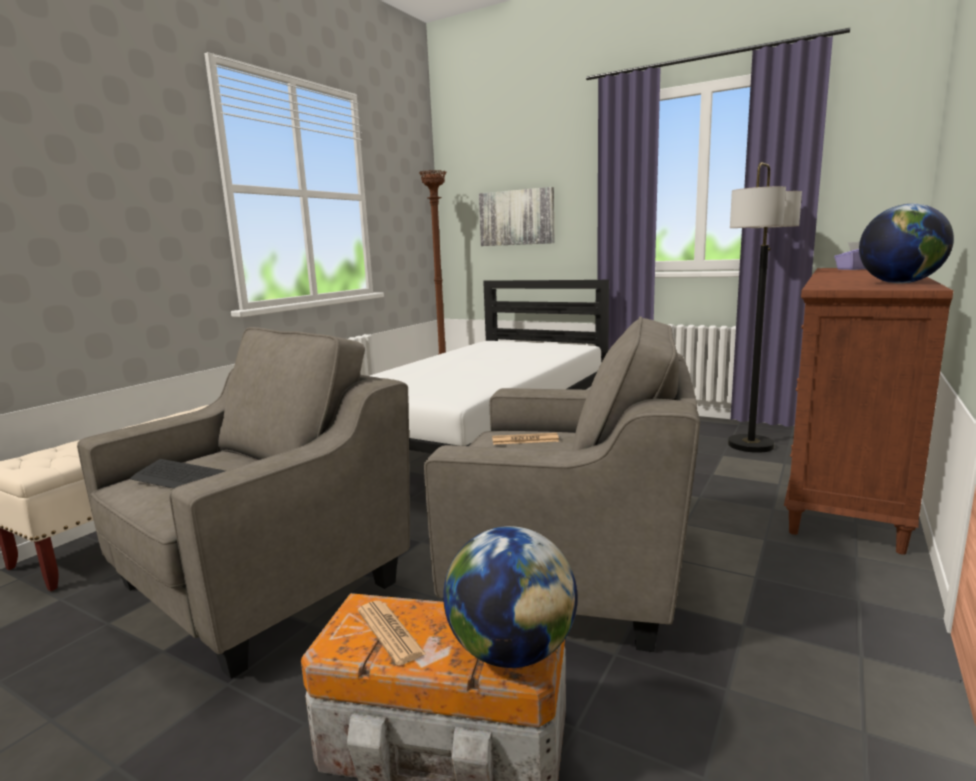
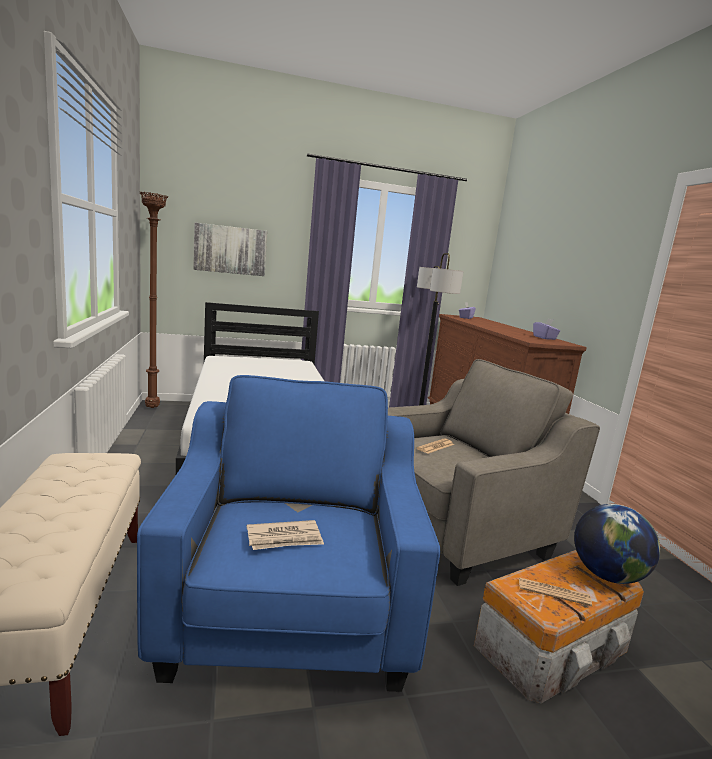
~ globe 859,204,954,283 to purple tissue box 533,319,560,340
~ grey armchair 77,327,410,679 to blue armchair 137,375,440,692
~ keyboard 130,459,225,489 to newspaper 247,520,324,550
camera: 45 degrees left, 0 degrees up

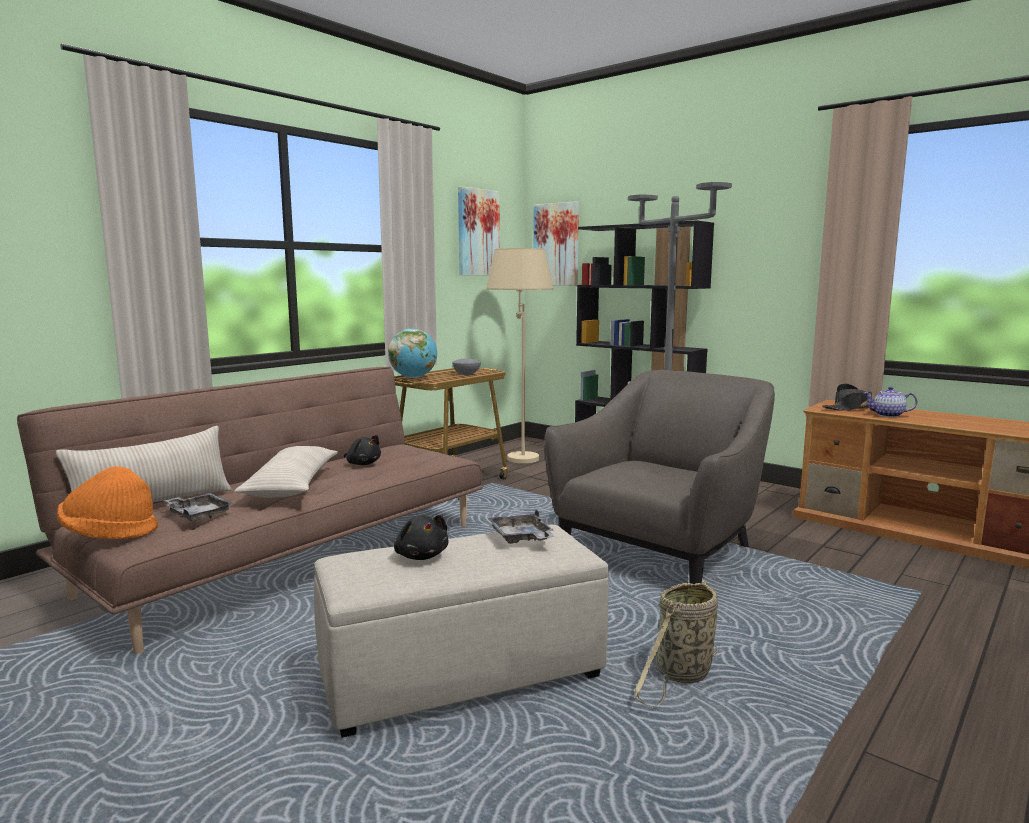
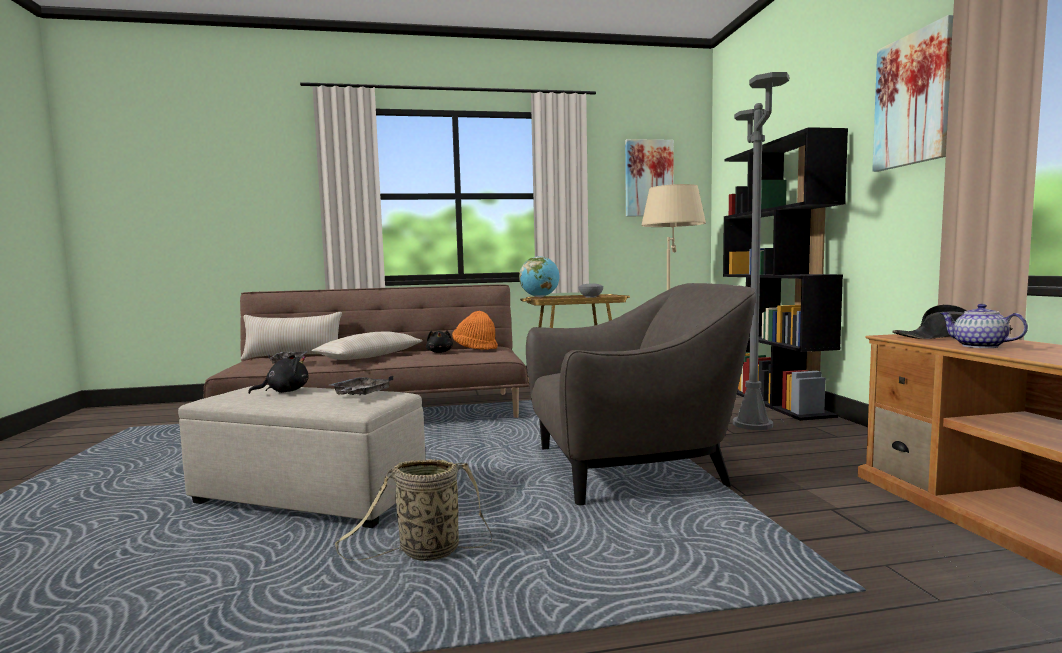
~ picture 533,201,579,286 to 872,15,953,172
~ orange hat 57,466,159,539 to 452,311,498,350
~ black plush toy 394,515,448,560 = 248,354,308,394 135 degrees counterclockwise
camera: 40 degrees right, 5 degrees down

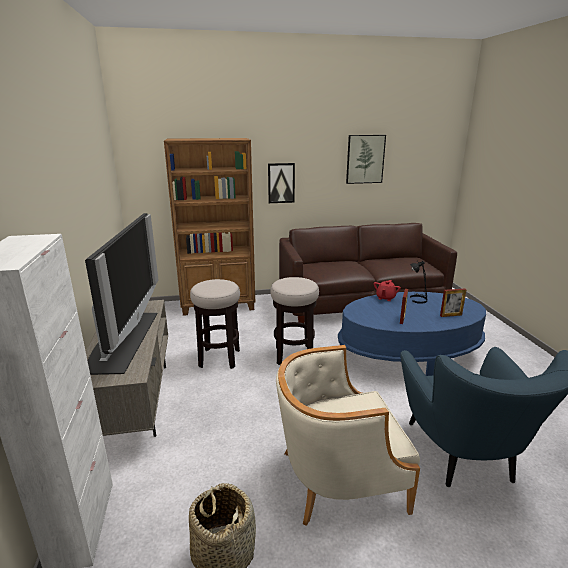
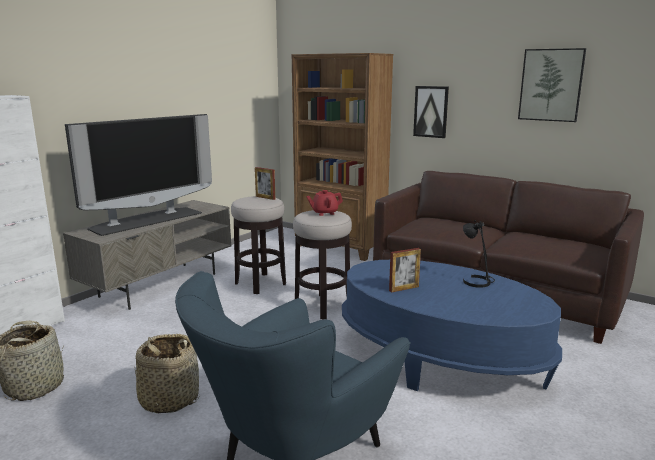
~ red teapot 374,280,401,301 to 306,190,343,216
~ picture frame 440,288,466,317 to 255,167,275,200
~ beige armchair 276,345,420,526 to basket 135,334,200,414
camera: 45 degrees right, 5 degrees down

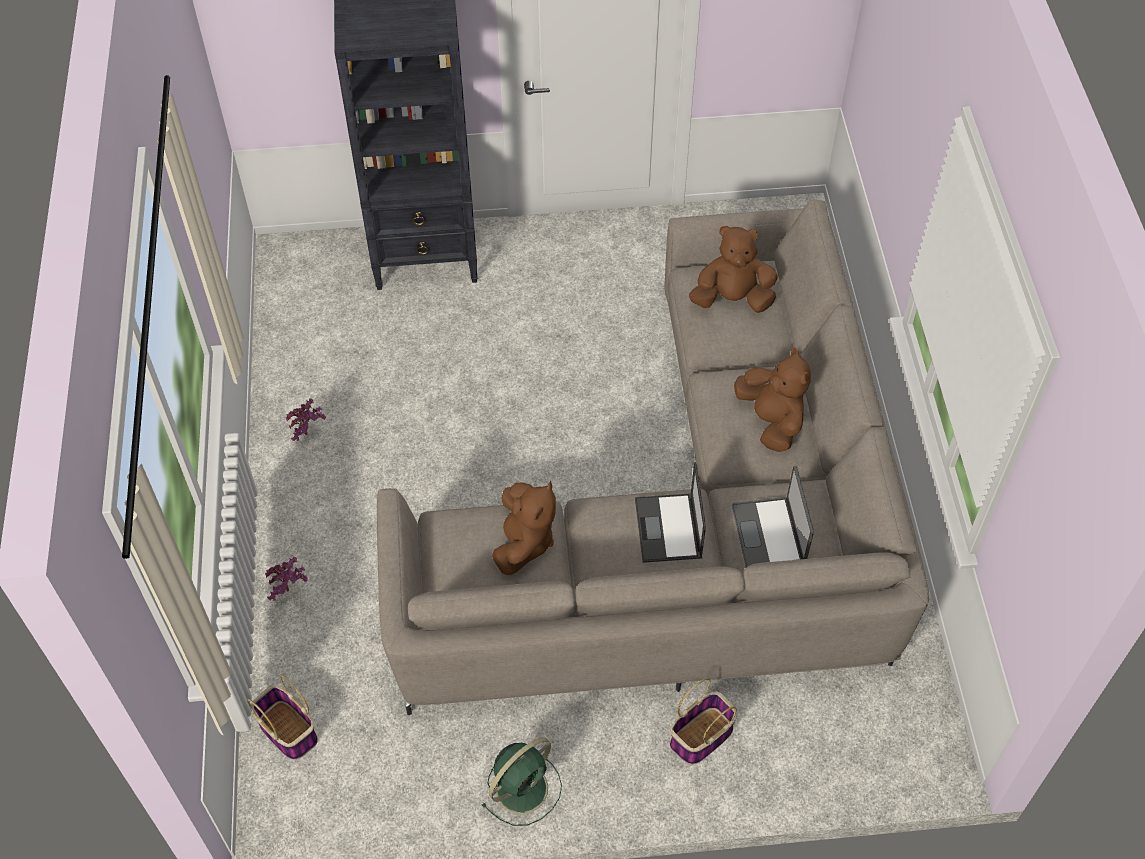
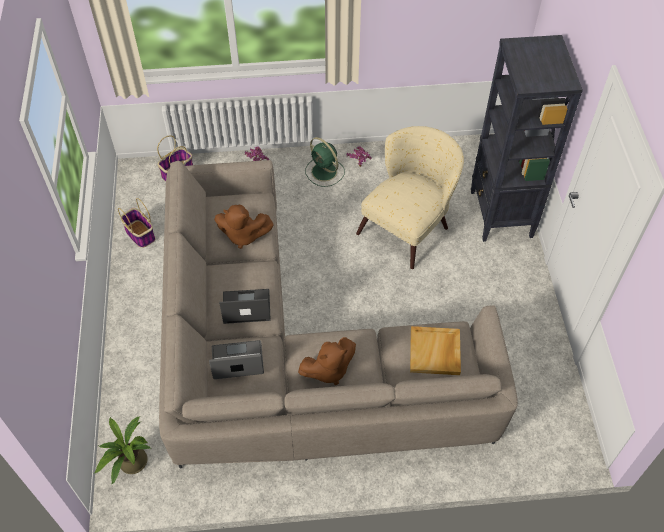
~ brown plush toy 689,225,778,313 to beige tray 410,326,461,375
~ basket 670,678,738,765 to 118,198,155,248
~ green fan 481,737,562,826 to 305,137,345,187
+ beige armchair 356,126,464,269
+ potted plant 95,416,151,485
camera: 90 degrees right, 0 degrees up

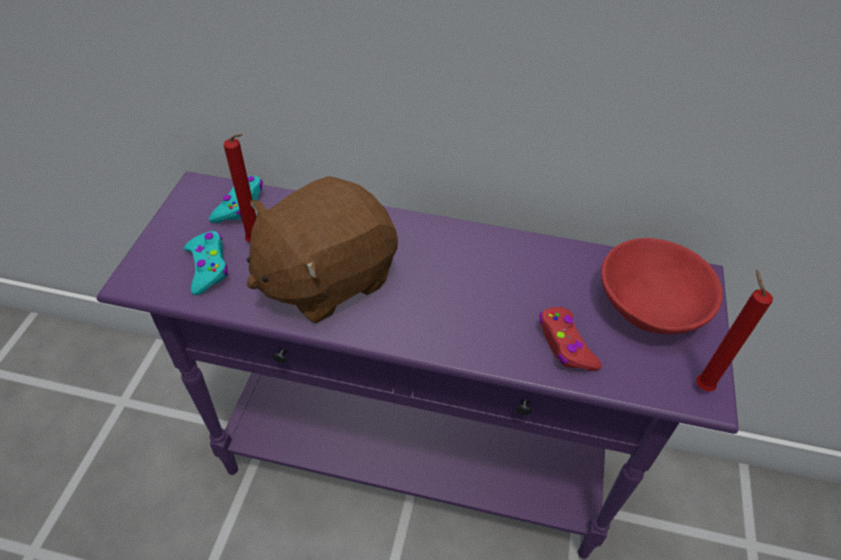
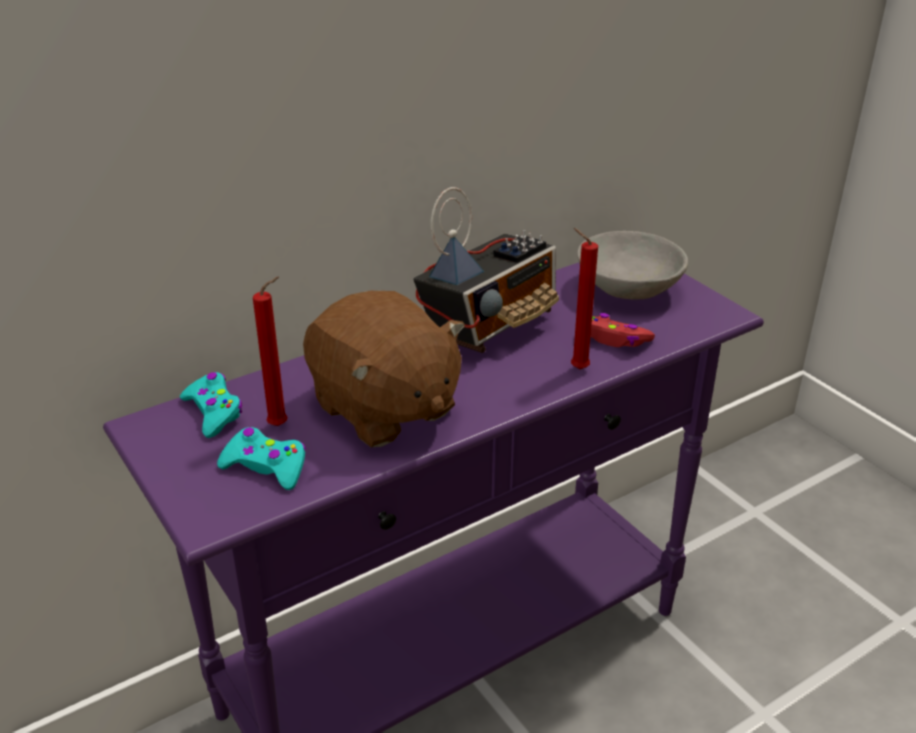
~ brown plush toy 247,176,398,323 = 303,291,465,447 45 degrees counterclockwise
~ red bowl 601,238,722,334 to grey bowl 577,231,688,300
~ red candle 696,270,773,392 to 571,228,598,369
+ radio 414,187,559,353
camera: 45 degrees left, 15 degrees down

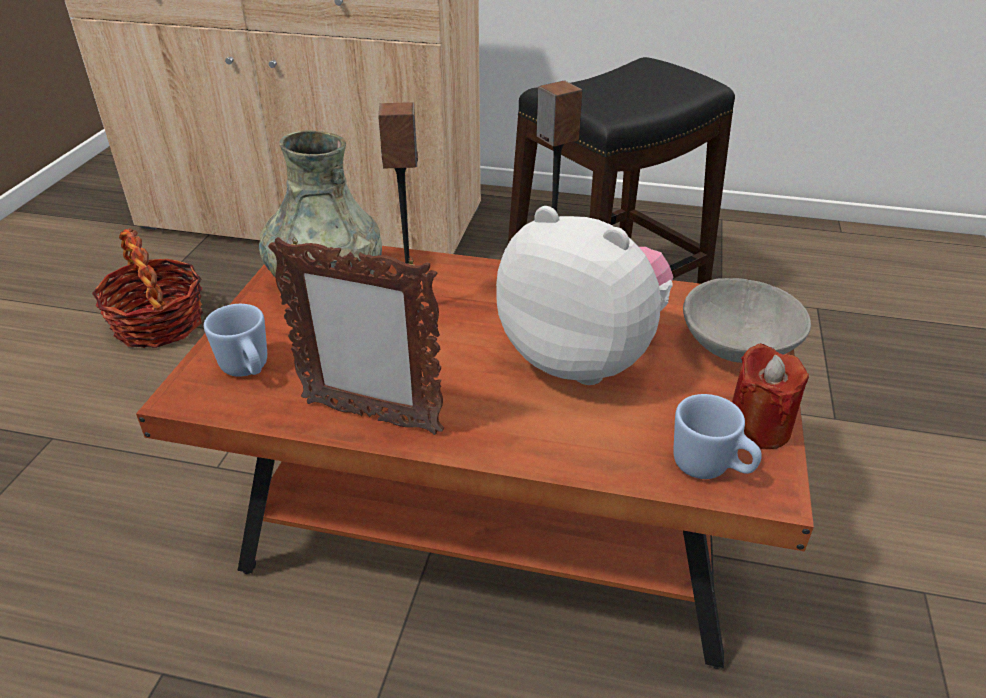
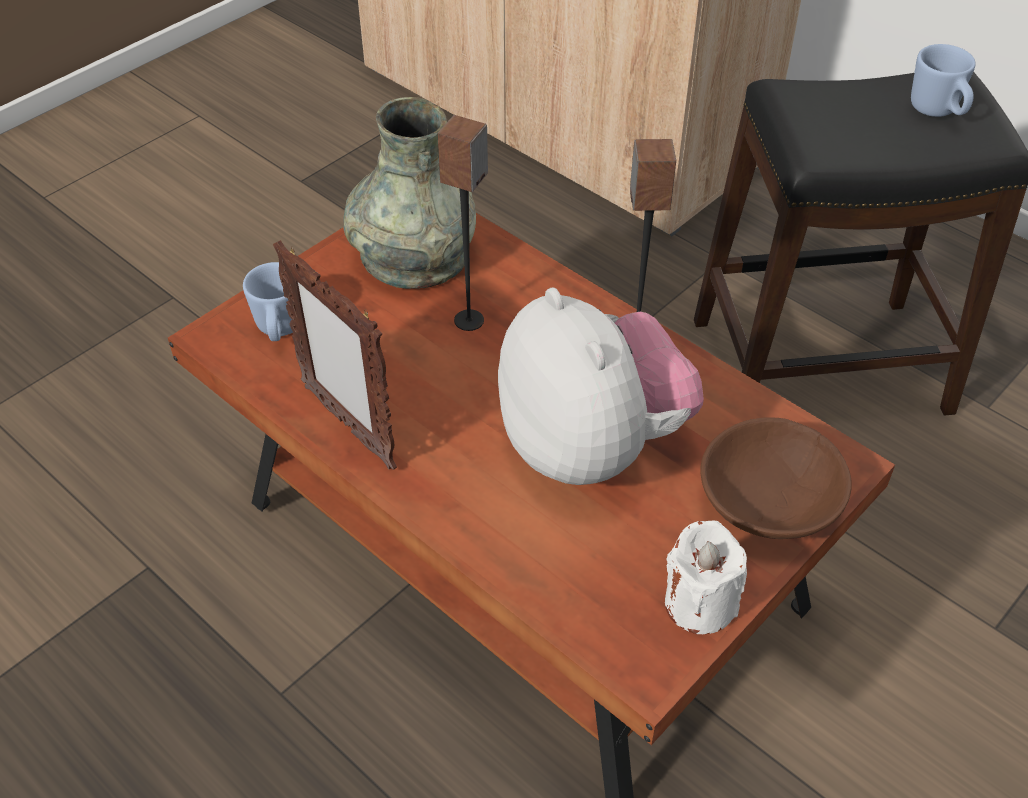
- basket 92,228,203,348
~ grey bowl 683,278,811,363 to brown bowl 701,417,852,539
~ red candle 732,343,809,449 to white candle 665,521,747,634
~ blue mug 673,394,762,479 to 911,44,976,117
camera: 30 degrees right, 10 degrees up

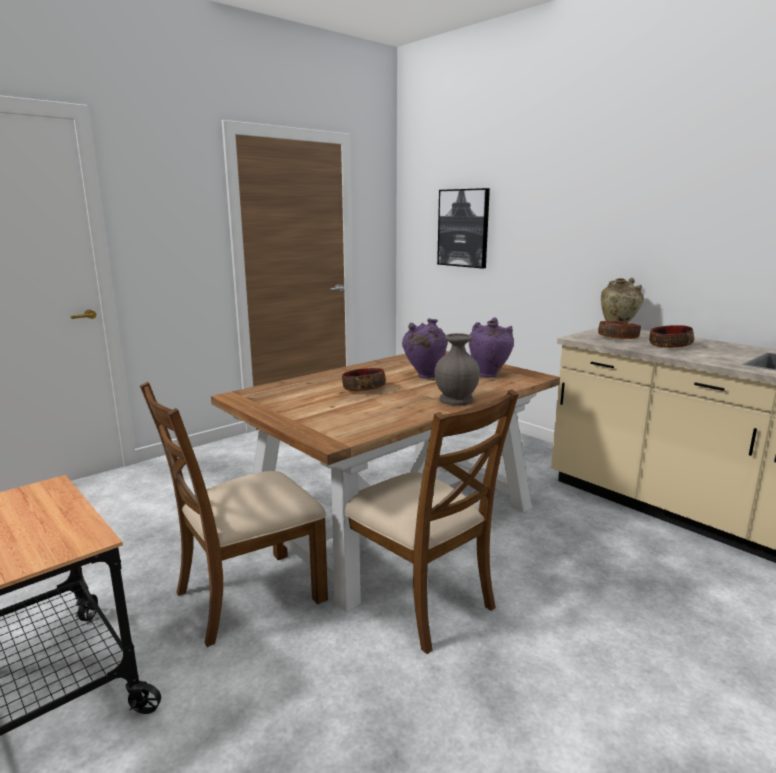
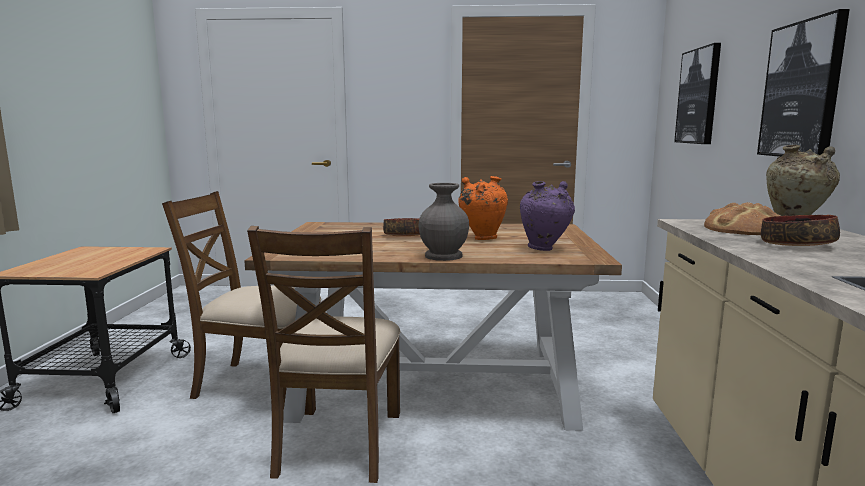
~ purple vase 402,319,448,379 to orange vase 458,176,508,240
~ bowl 598,321,641,339 to bread 704,202,780,235
+ picture 757,9,850,157
camera: 45 degrees right, 5 degrees down

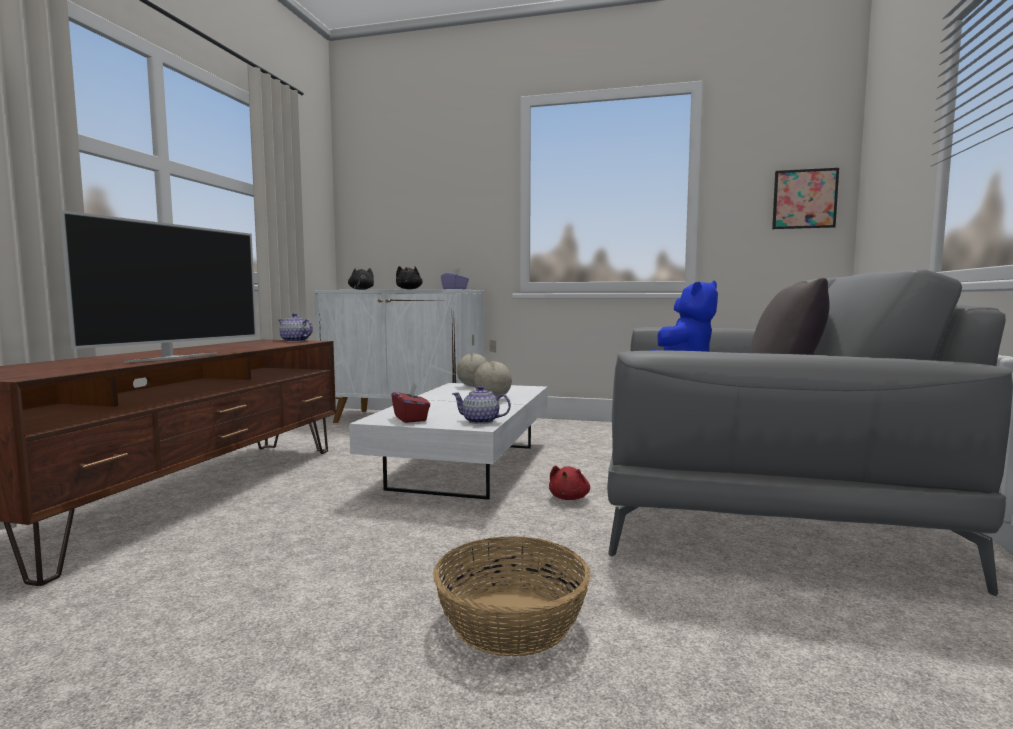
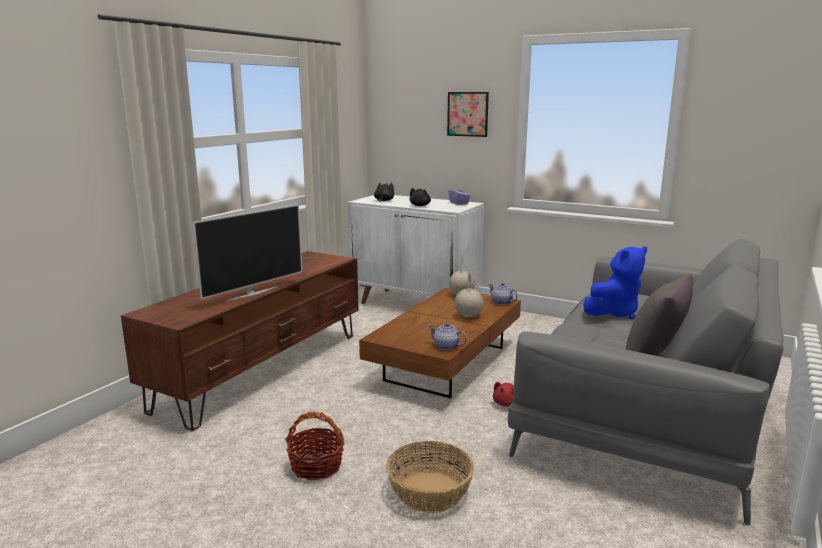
~ picture 772,168,839,229 to 447,92,489,137
~ teapot 278,313,313,342 to 488,283,518,305
~ white coffee table 349,383,548,500 to brown coffee table 359,288,521,398
- red tissue box 392,383,430,423
+ basket 285,412,344,480
camera: 15 degrees right, 10 degrees up

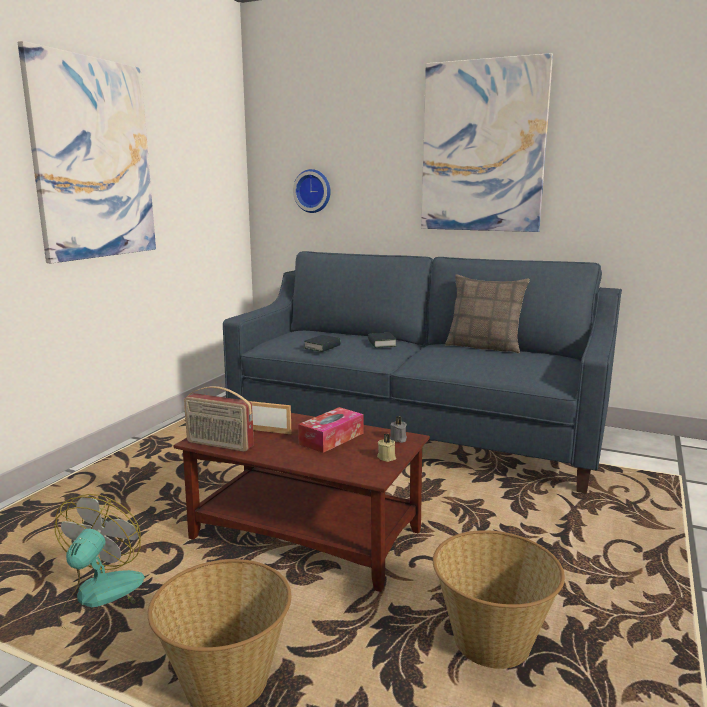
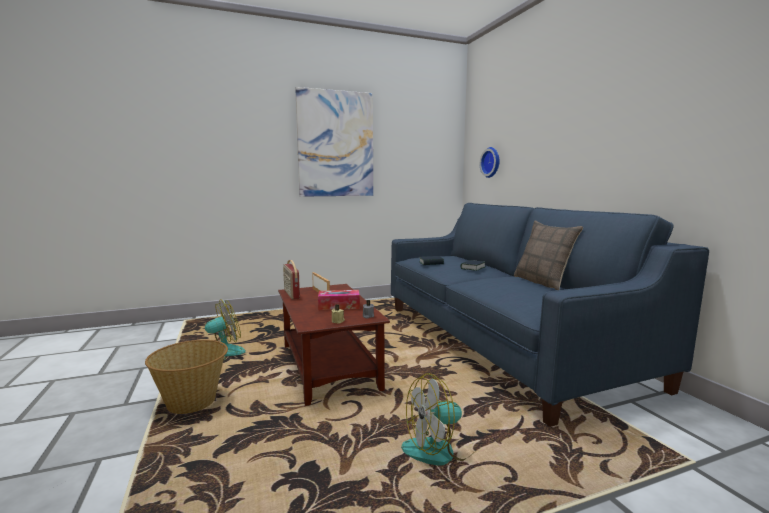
- picture 421,53,553,232
- basket 433,530,565,669
+ fan 401,373,476,466
camera: 45 degrees right, 5 degrees down

